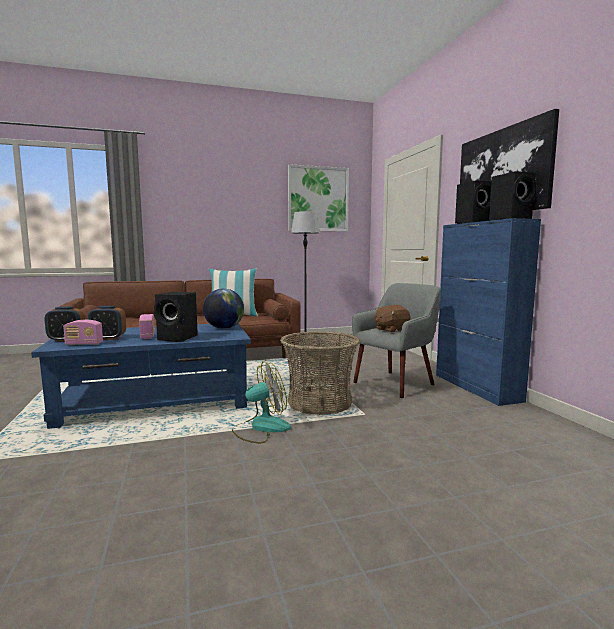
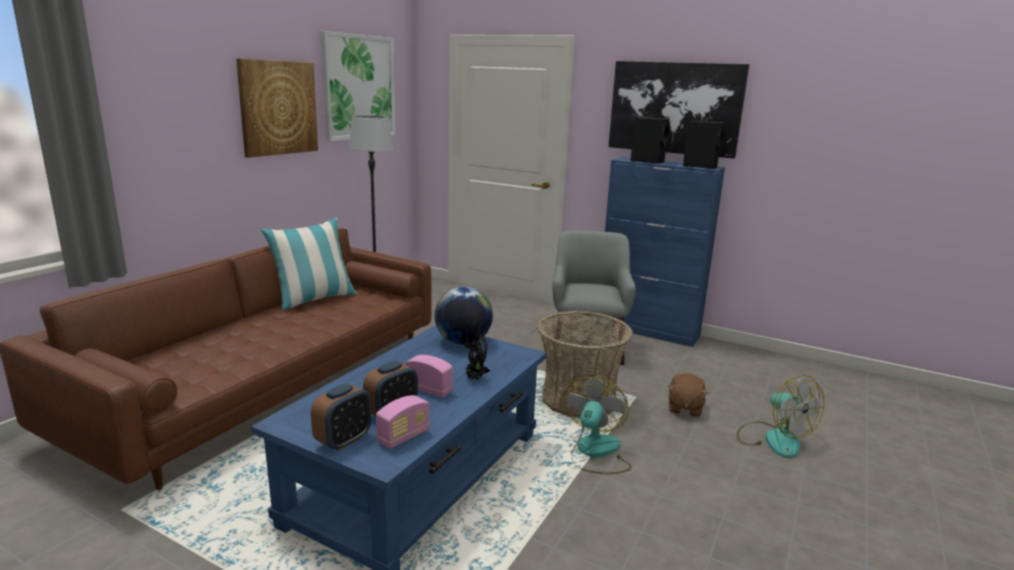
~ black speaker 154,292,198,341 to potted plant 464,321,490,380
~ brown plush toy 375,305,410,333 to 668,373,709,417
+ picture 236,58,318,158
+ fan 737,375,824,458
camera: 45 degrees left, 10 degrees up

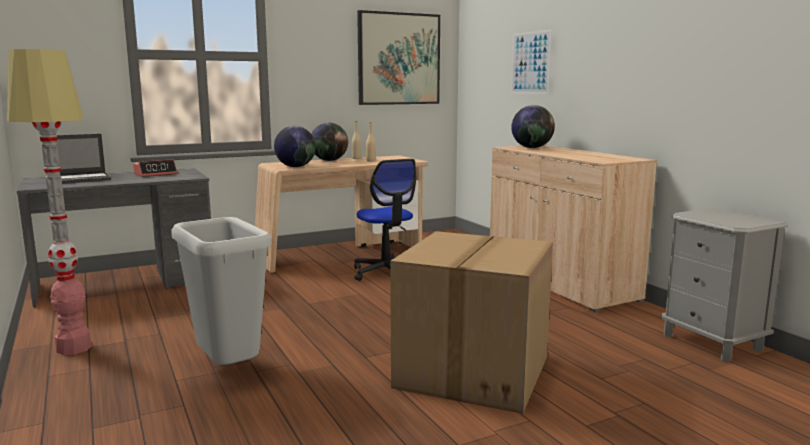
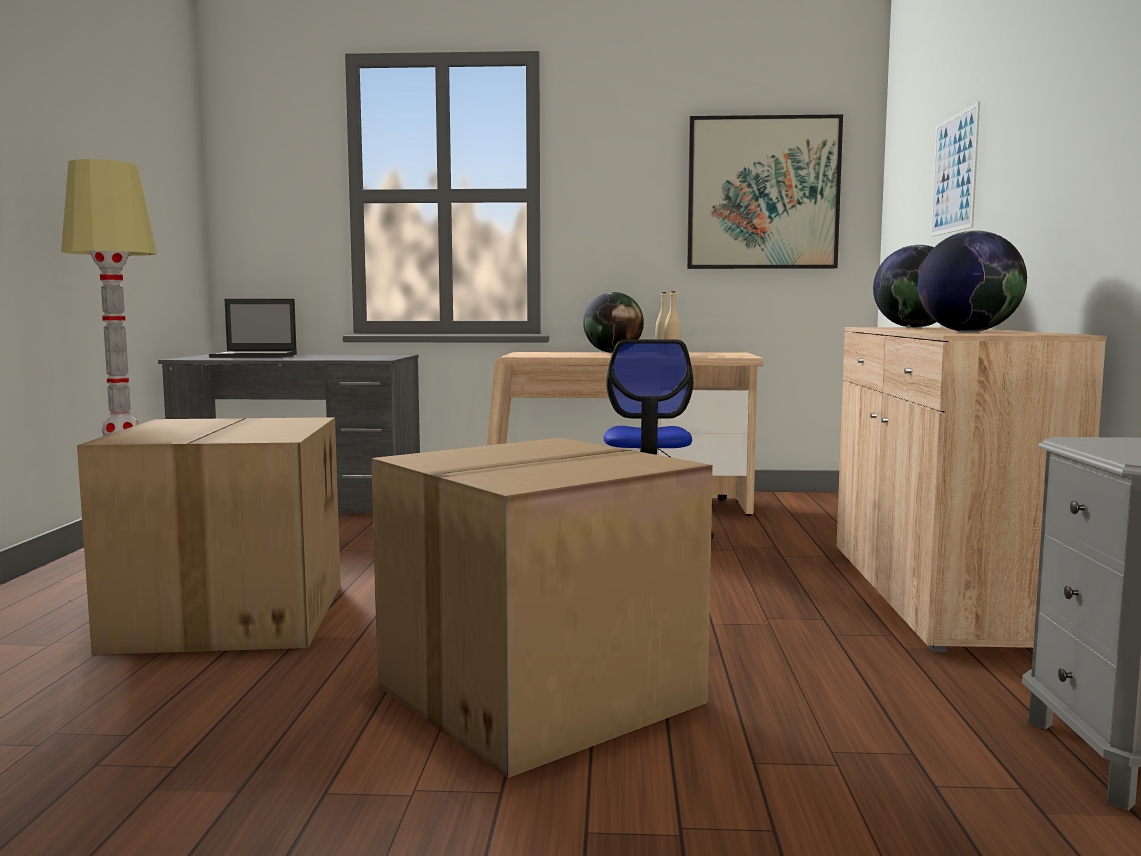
~ globe 274,126,316,167 to 918,231,1027,332
- alarm clock 133,159,177,177
~ grey trash can 172,217,272,365 to cardboard box 77,417,341,655
camera: 30 degrees right, 5 degrees down

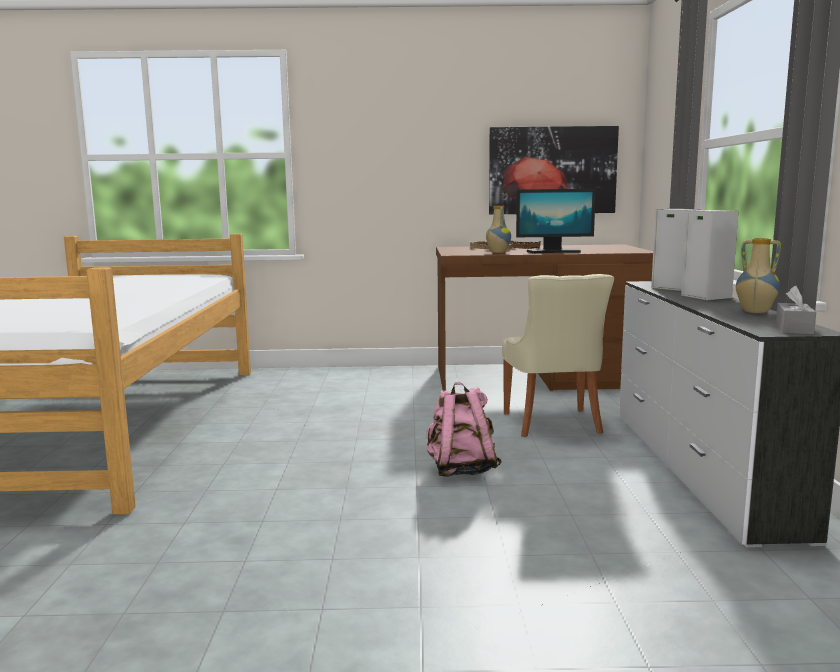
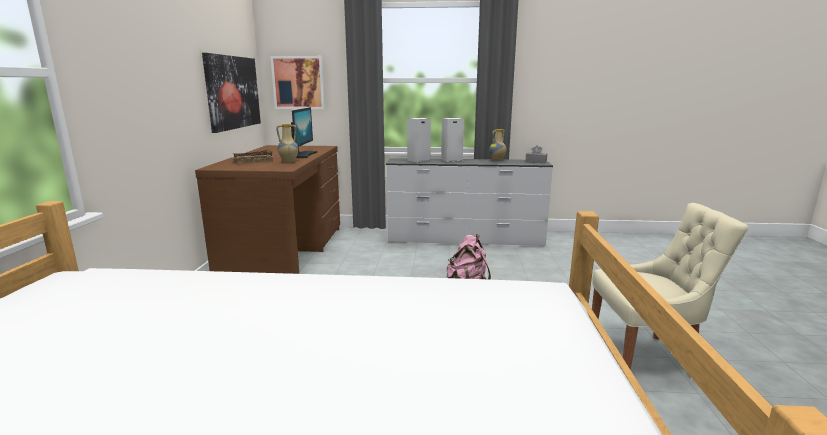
~ beige chair 502,274,614,437 to 592,203,749,381
+ picture 270,56,325,109
camera: 85 degrees left, 5 degrees up

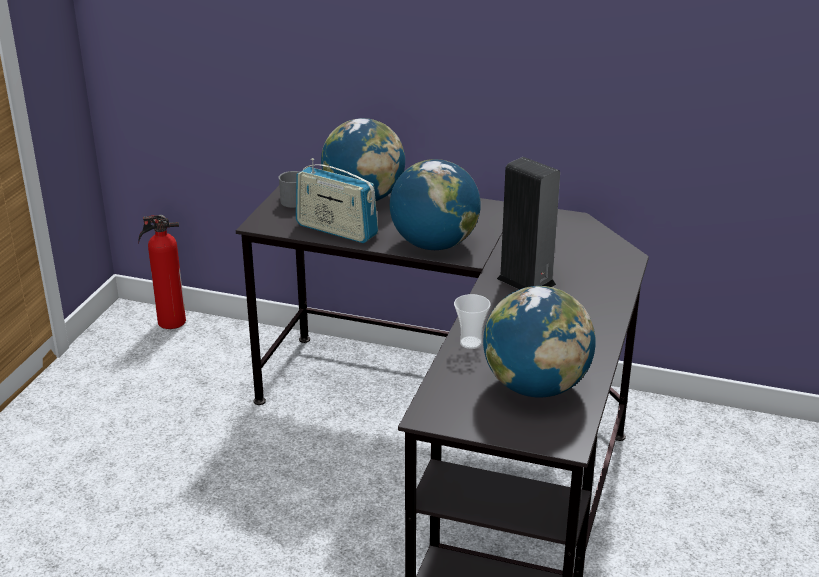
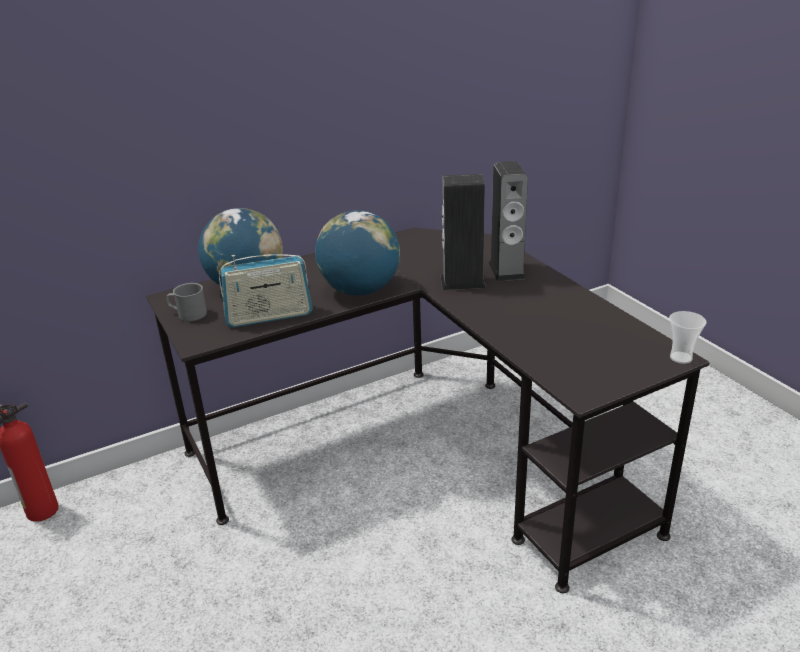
- globe 483,286,596,398
~ cup 454,294,491,349 to 669,311,706,364
+ speaker 489,161,528,281
camera: 45 degrees left, 0 degrees up

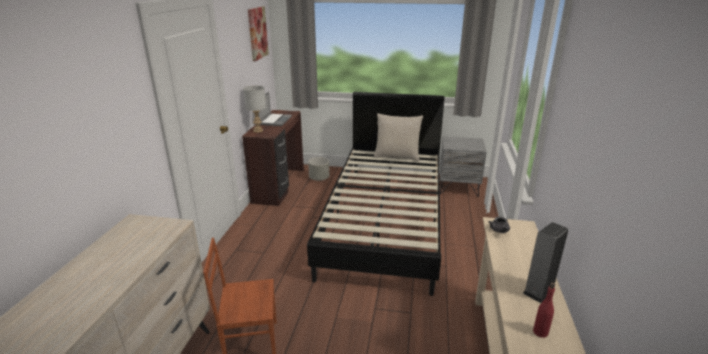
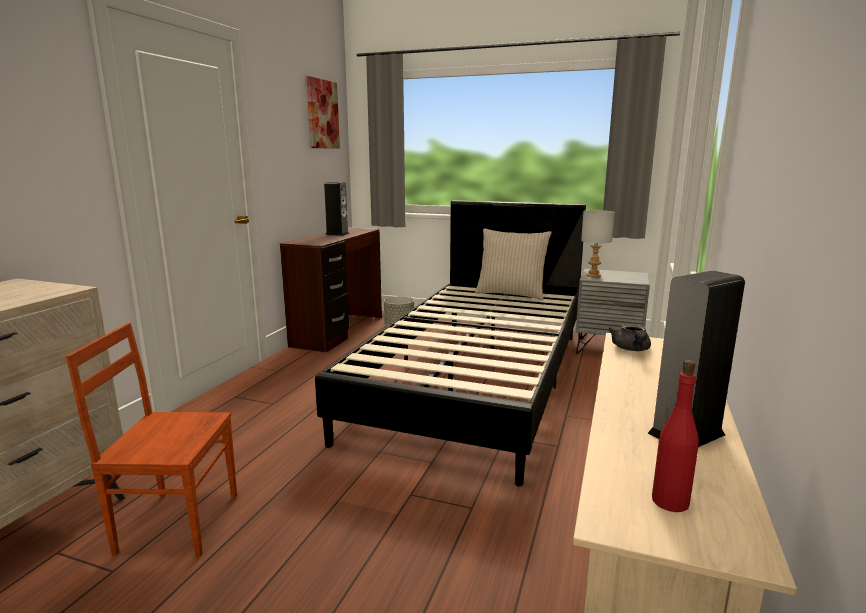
~ grey table lamp 243,86,266,133 to 581,210,615,278
~ laptop 258,92,292,126 to speaker 324,182,349,236
camera: 10 degrees right, 10 degrees down

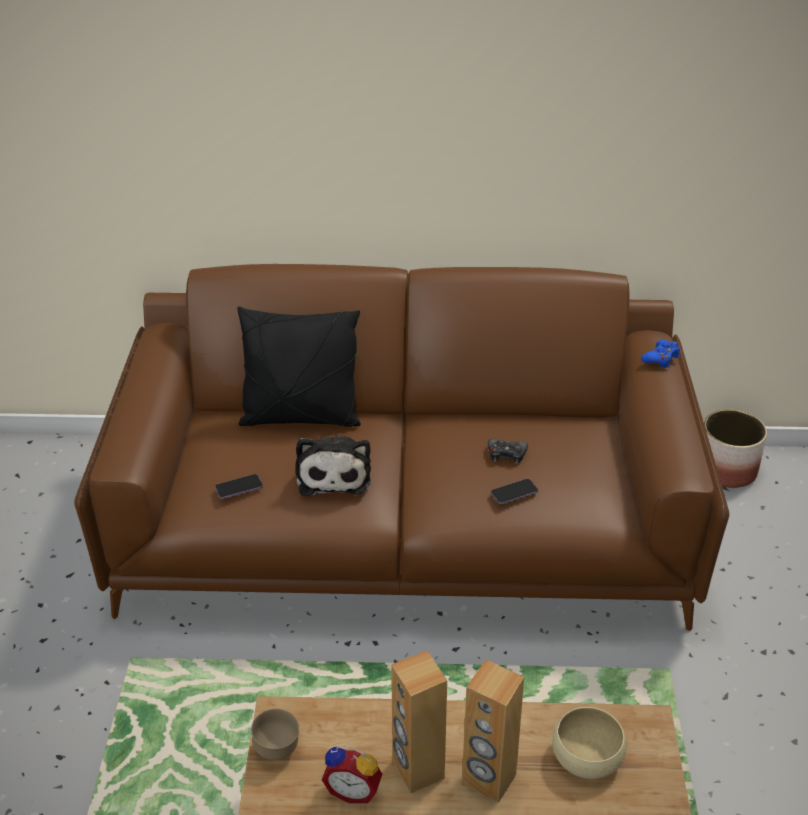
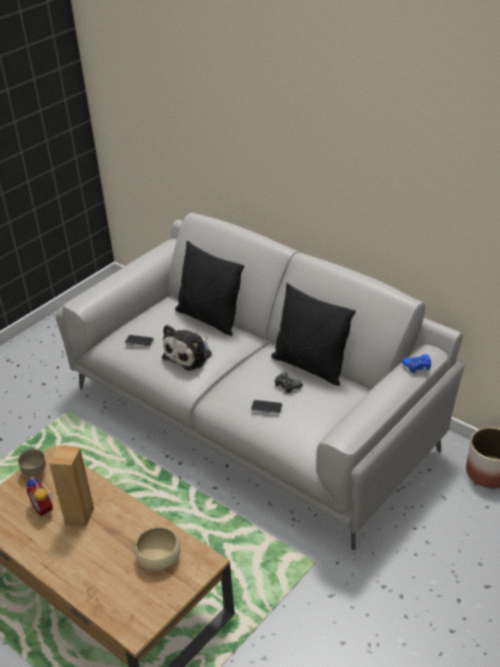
~ brown sofa 74,264,729,631 to grey sofa 56,213,465,550
- brown speaker 462,659,524,803
+ black pillow 271,283,356,386
camera: 40 degrees right, 0 degrees up

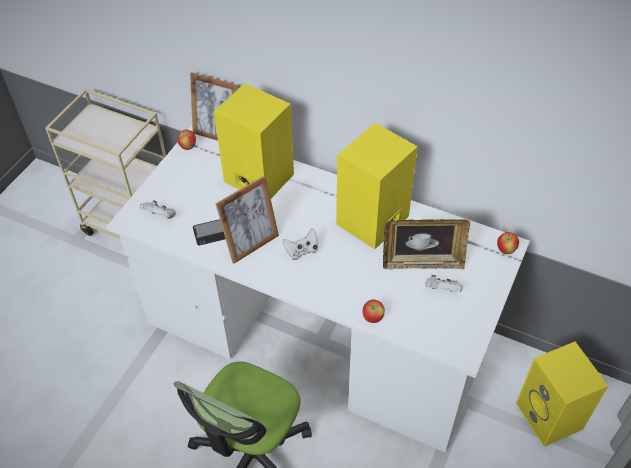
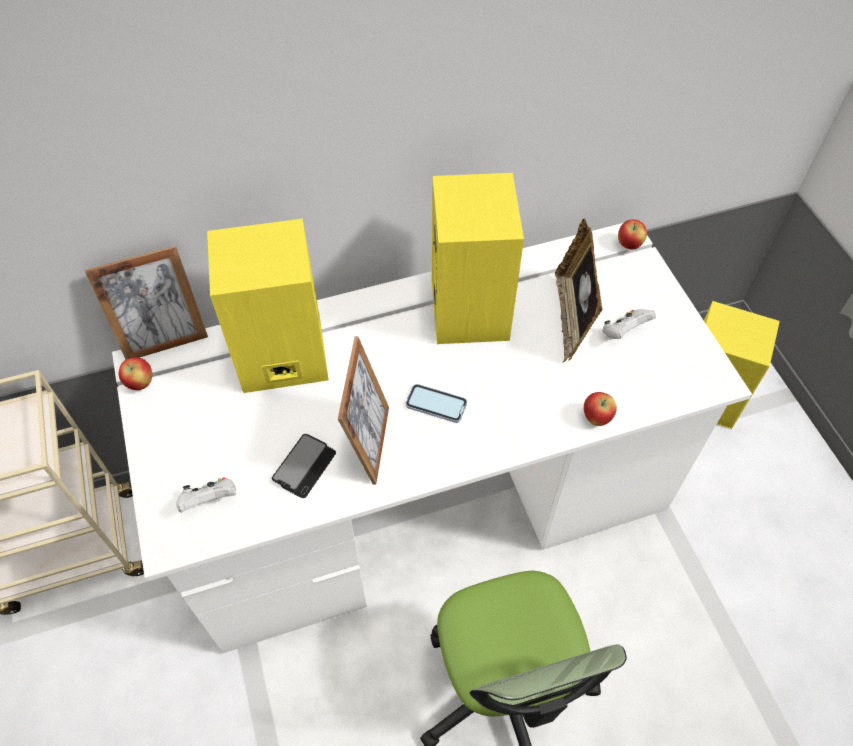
~ picture frame 383,219,470,269 = 555,219,603,362 135 degrees clockwise
~ white game controller 283,228,318,260 to phone 406,384,467,423
camera: 45 degrees left, 5 degrees up

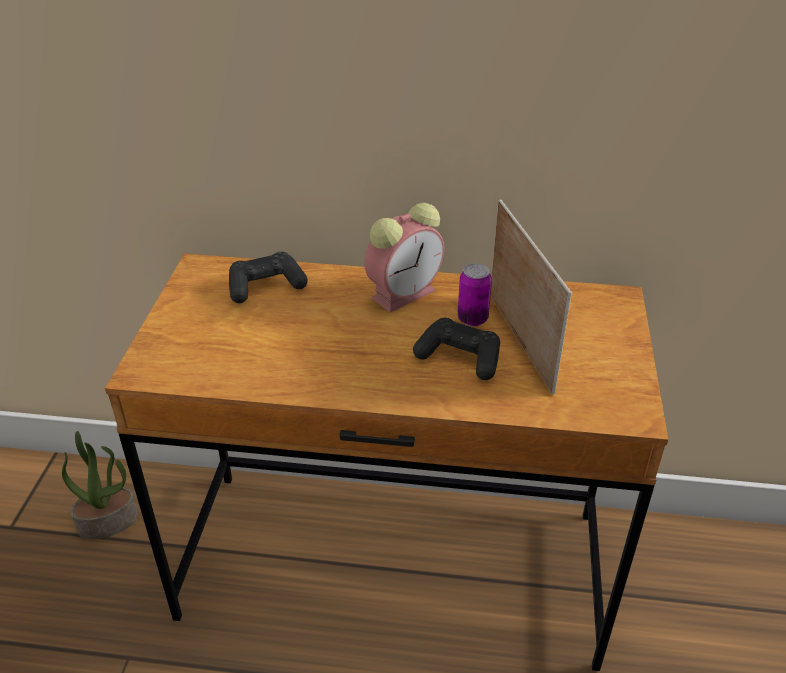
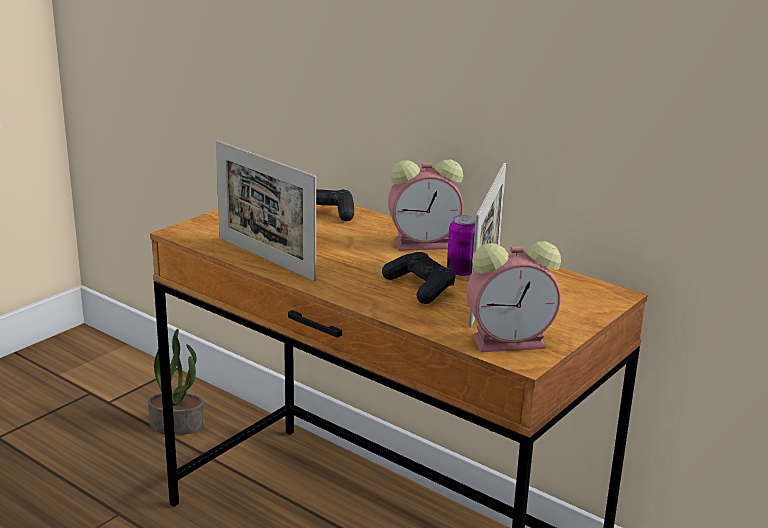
+ picture frame 216,140,316,281
+ alarm clock 467,241,561,352
camera: 30 degrees right, 15 degrees down

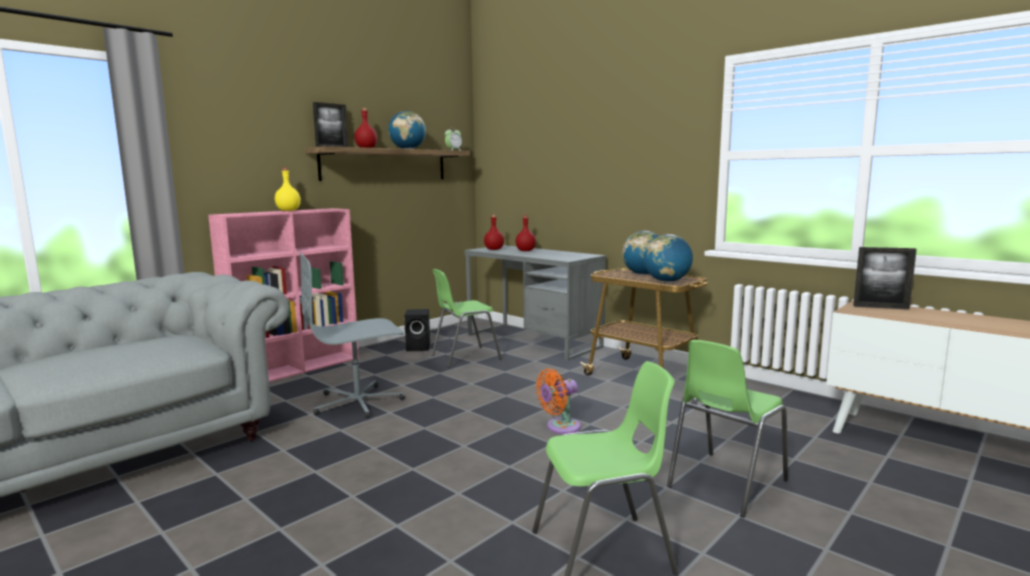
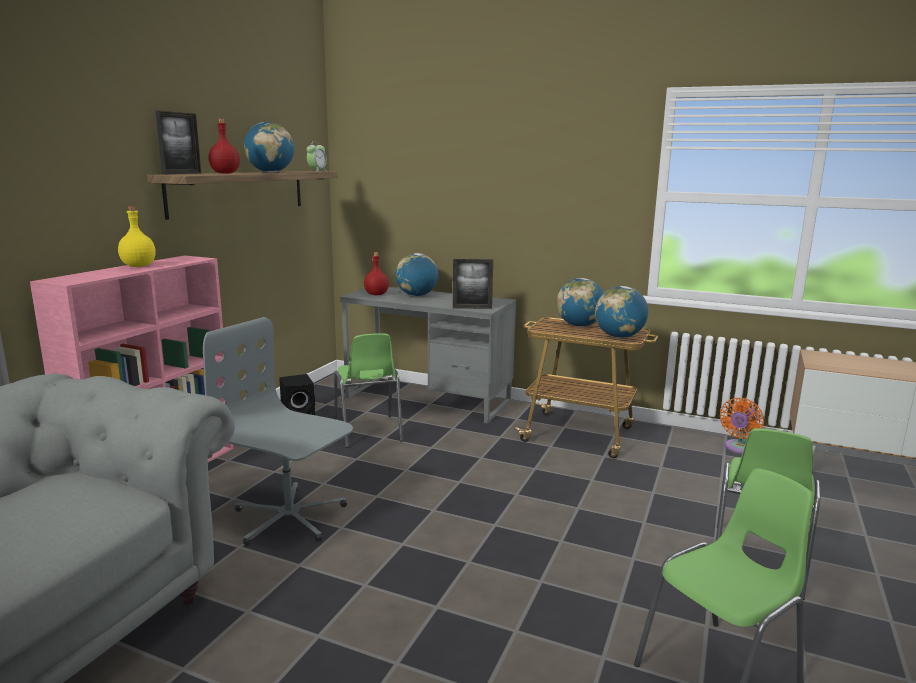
~ red bottle 515,215,536,251 to globe 395,253,438,296
~ picture frame 853,247,917,310 to 453,259,493,309
~ grey office chair 299,252,405,418 = 203,317,353,546 75 degrees clockwise
~ green chair 432,269,502,368 = 334,333,403,448 60 degrees counterclockwise
~ orange fan 536,368,581,434 to 720,398,764,454
camera: 20 degrees left, 5 degrees up

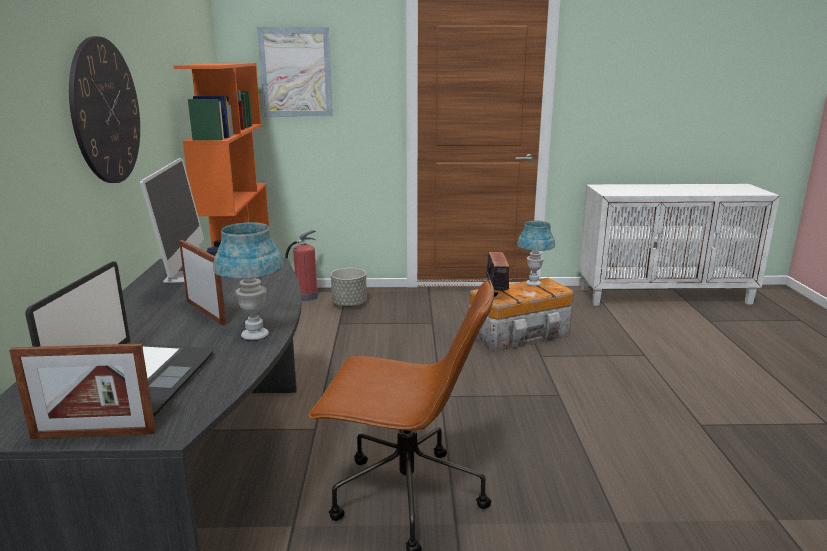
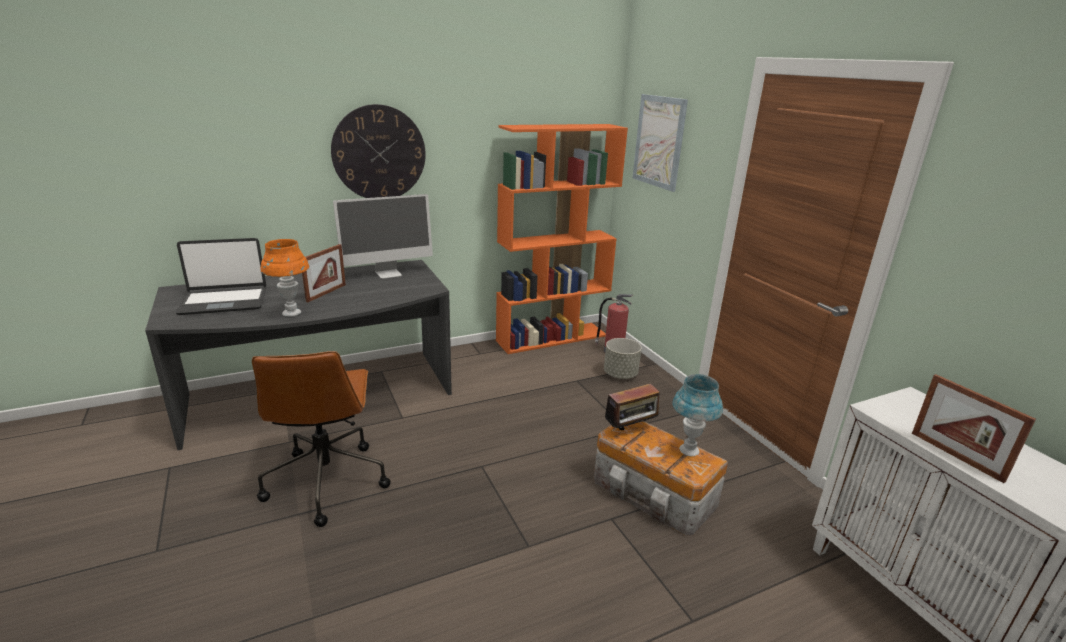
~ blue table lamp 213,222,283,340 to orange table lamp 261,239,309,317
~ picture frame 9,343,156,439 to 912,374,1036,483
camera: 65 degrees right, 5 degrees up

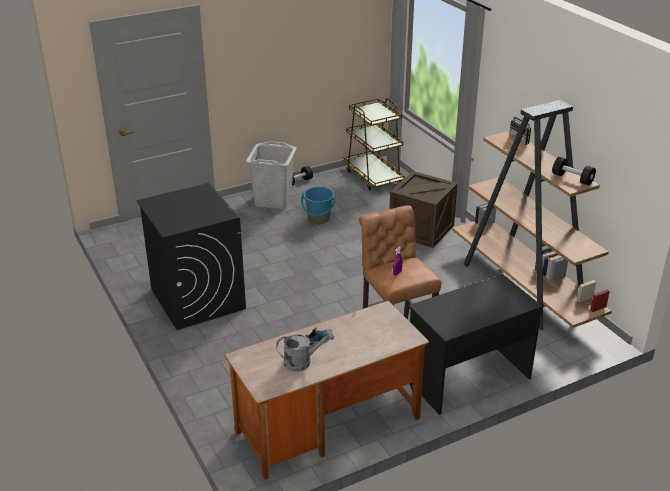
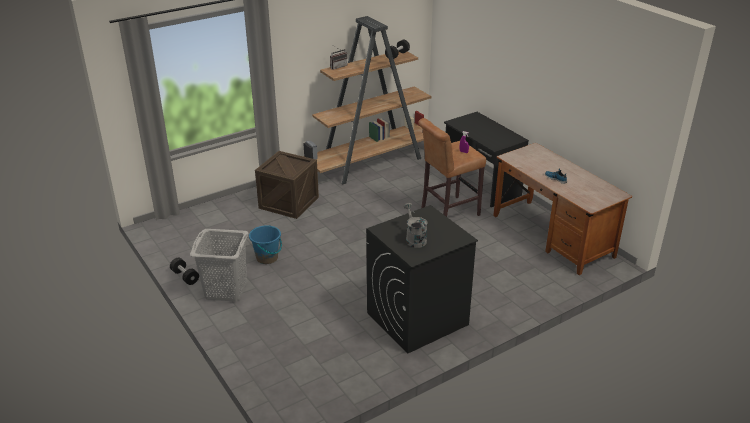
- brown cart 344,98,405,191
~ grey watering can 276,330,334,372 to 403,203,427,248
camera: 95 degrees left, 0 degrees up

